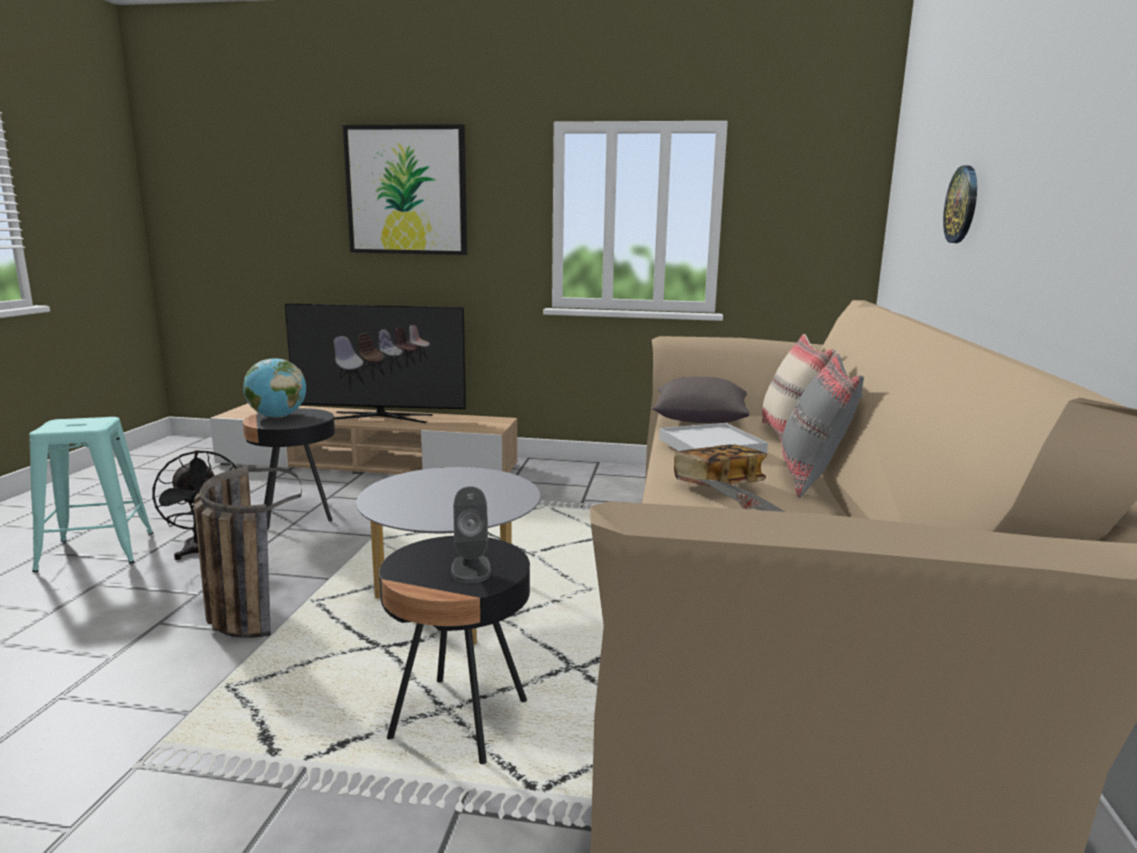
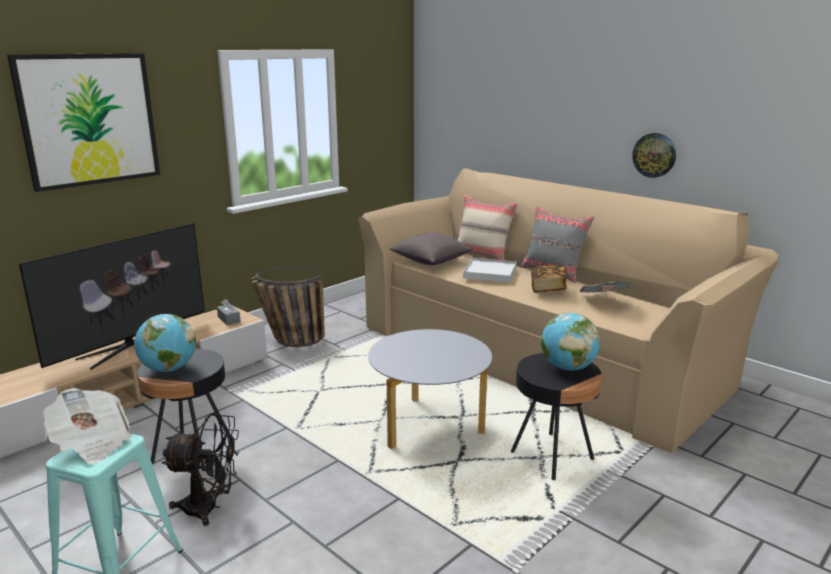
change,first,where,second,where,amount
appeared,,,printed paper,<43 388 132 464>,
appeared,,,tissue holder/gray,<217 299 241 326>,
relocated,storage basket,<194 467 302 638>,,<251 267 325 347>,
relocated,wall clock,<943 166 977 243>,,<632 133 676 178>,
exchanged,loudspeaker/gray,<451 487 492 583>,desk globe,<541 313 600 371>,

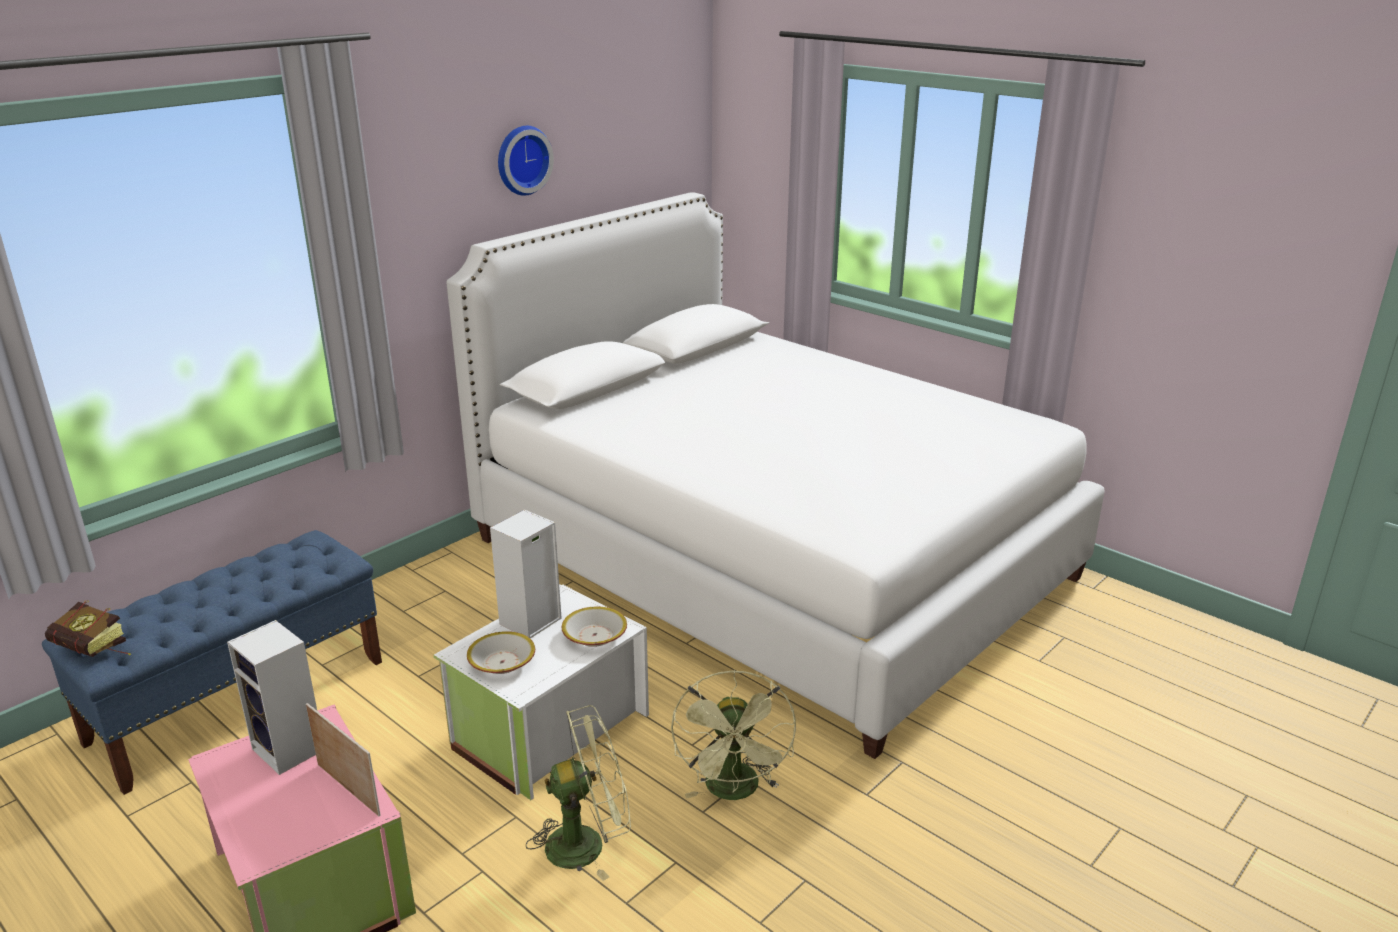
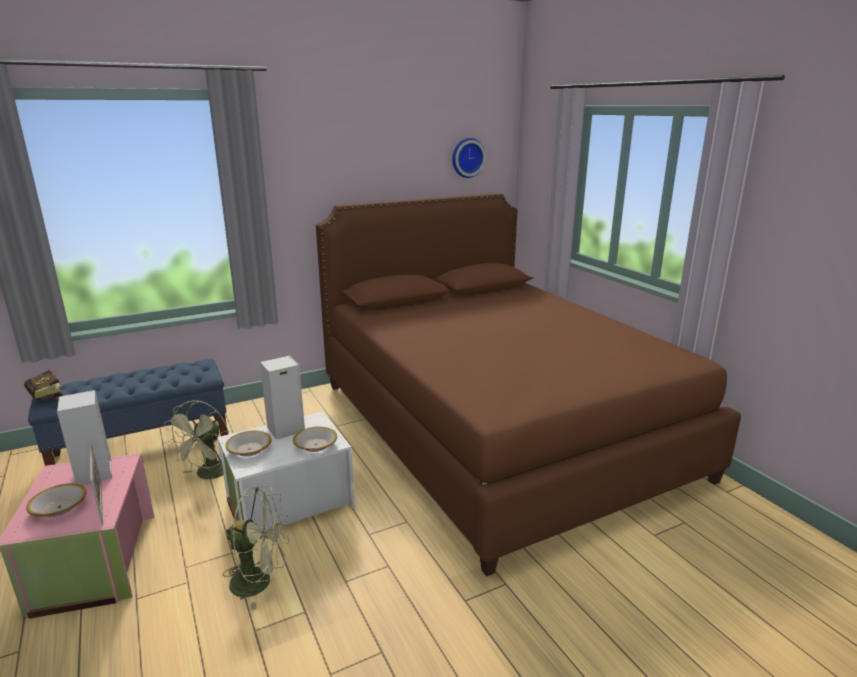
change,first,where,second,where,amount
appeared,,,serving bowl,<26 483 86 517>,
relocated,wall clock,<498 126 554 196>,,<452 138 486 178>,
relocated,cooling fan/green-coloured,<671 670 796 800>,,<164 401 229 479>,
colour,sleeping bed/white,<447 192 1105 759>,sleeping bed/brownish,<316 193 741 576>,

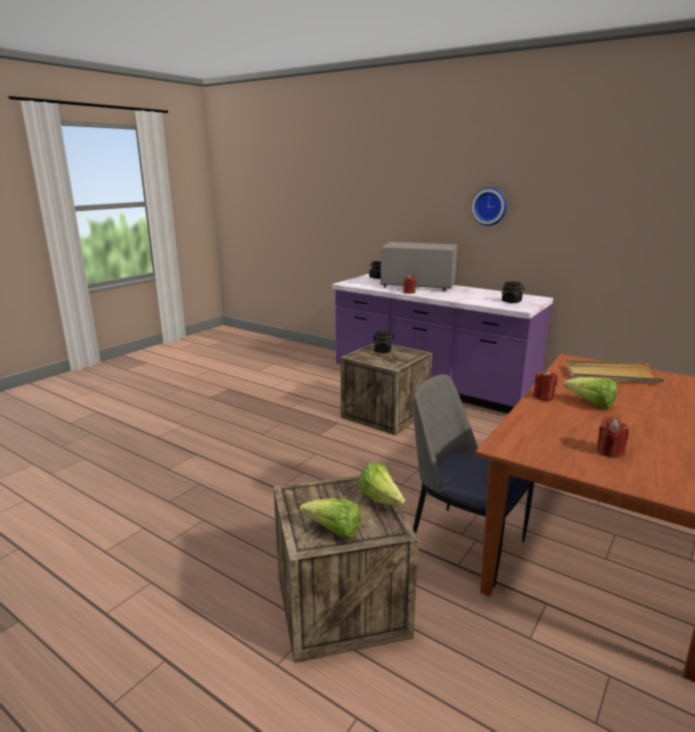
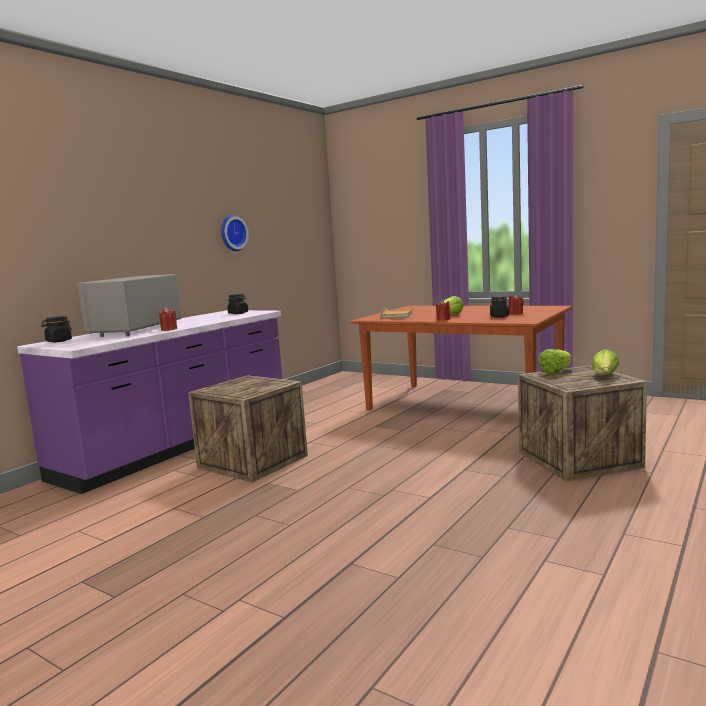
change,first,where,second,where,amount
missing,upright chair,<412 374 534 588>,,,
relocated,jar/black-coloured,<372 331 394 353>,,<490 296 509 318>,
relocated,wall clock,<471 187 507 226>,,<221 215 249 251>,

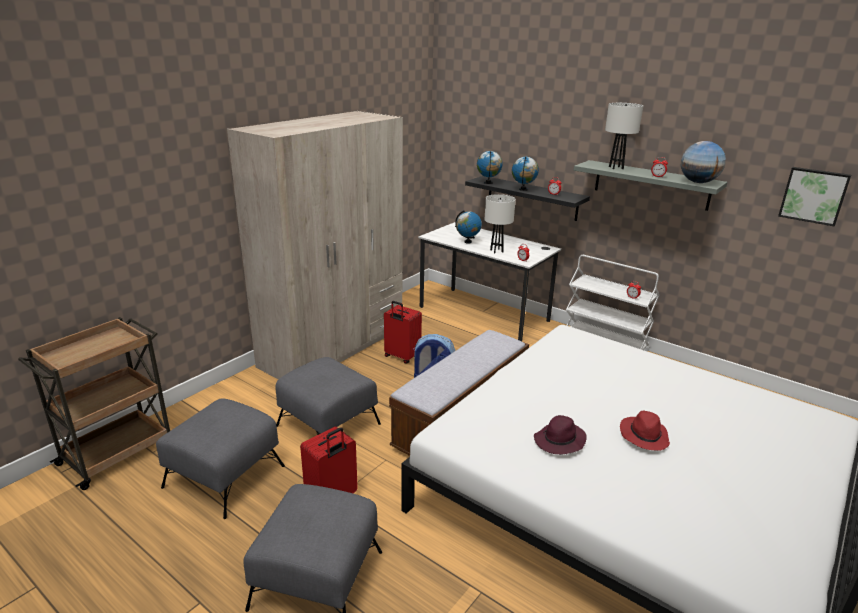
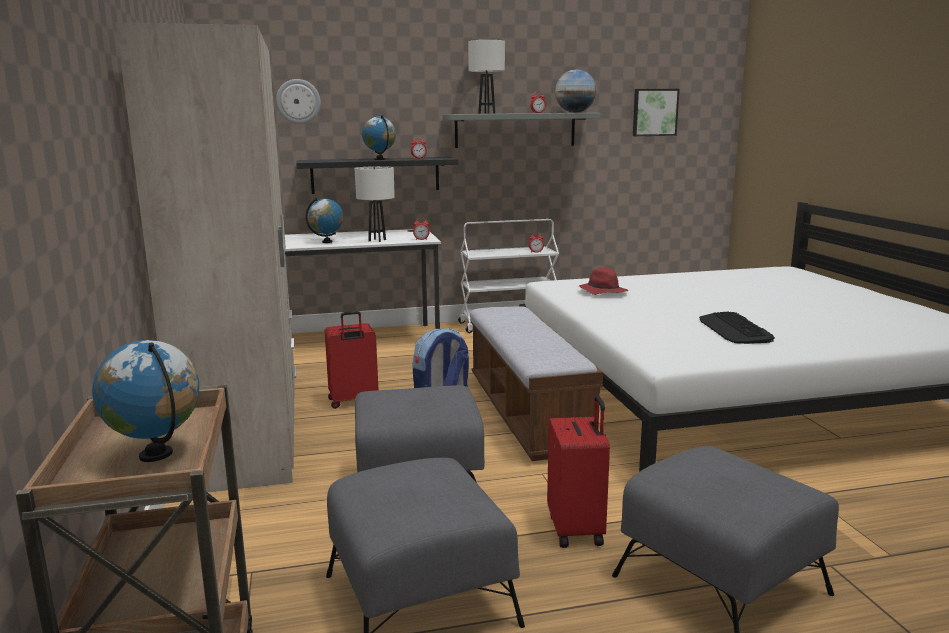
change,first,where,second,where,amount
appeared,,,wall clock,<276 79 321 124>,
relocated,desk globe,<477 151 503 184>,,<92 340 199 462>,
relocated,hat/reddish,<620 411 670 451>,,<579 267 628 295>,
exchanged,hat/purple,<534 415 587 454>,keyboard,<699 311 775 344>,

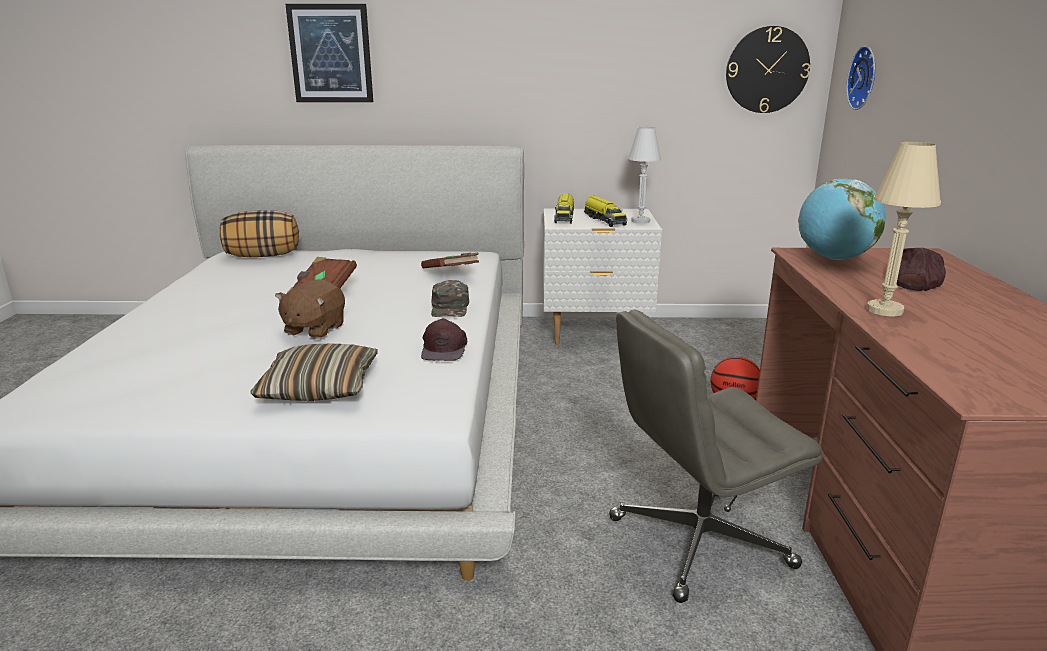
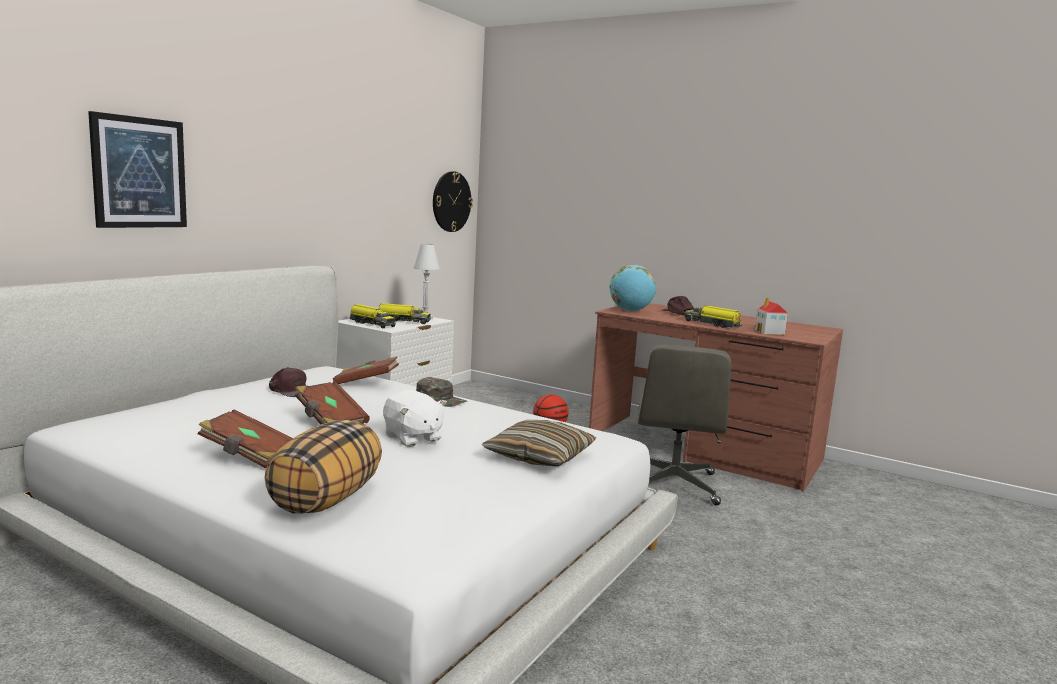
change,first,where,second,where,amount
missing,wall clock,<846 46 875 110>,,,
appeared,,,volume/brownish,<198 410 293 468>,
appeared,,,toy house,<755 297 788 335>,
relocated,cushion,<220 210 299 257>,,<264 420 382 514>,
relocated,peaked cap/brownish,<421 318 467 361>,,<269 367 307 397>,
exchanged,tabletop lamp/sand-coloured,<867 142 941 317>,model truck,<685 306 742 328>,
colour,soft toy/brownish,<275 279 345 339>,soft toy/white,<383 390 447 447>,

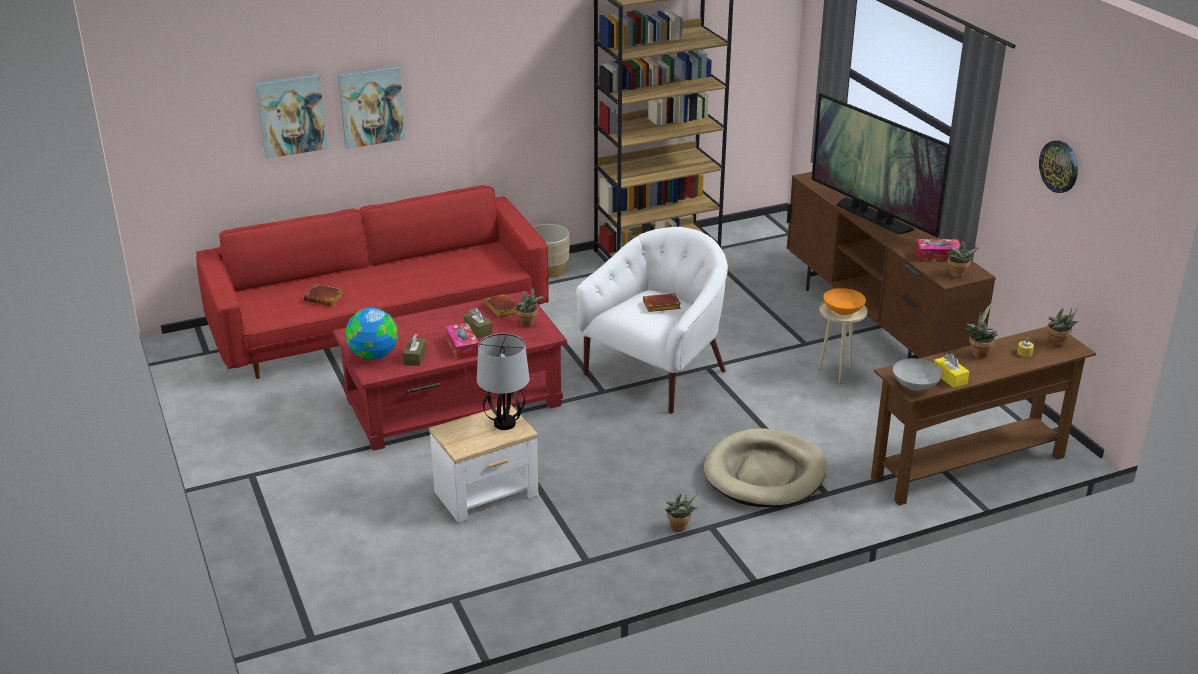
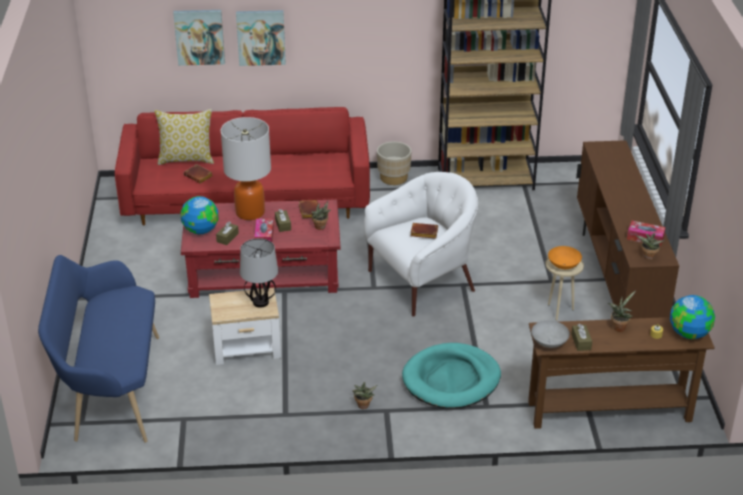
change,first,where,second,where,amount
missing,TV,<812 93 952 237>,,,
missing,wall clock,<1039 140 1078 193>,,,
appeared,,,indoor bench/bluish,<38 255 159 443>,
appeared,,,cushion,<154 109 214 165>,
appeared,,,tabletop lamp,<221 117 271 220>,
exchanged,plant in a pot,<1047 308 1079 347>,desk globe,<670 295 715 339>,
colour,dog bed/sand-coloured,<704 428 827 507>,dog bed/turquoise,<402 343 501 408>,
colour,tissue holder/yellow-coloured,<934 353 970 388>,tissue holder/brownish,<571 324 592 351>,

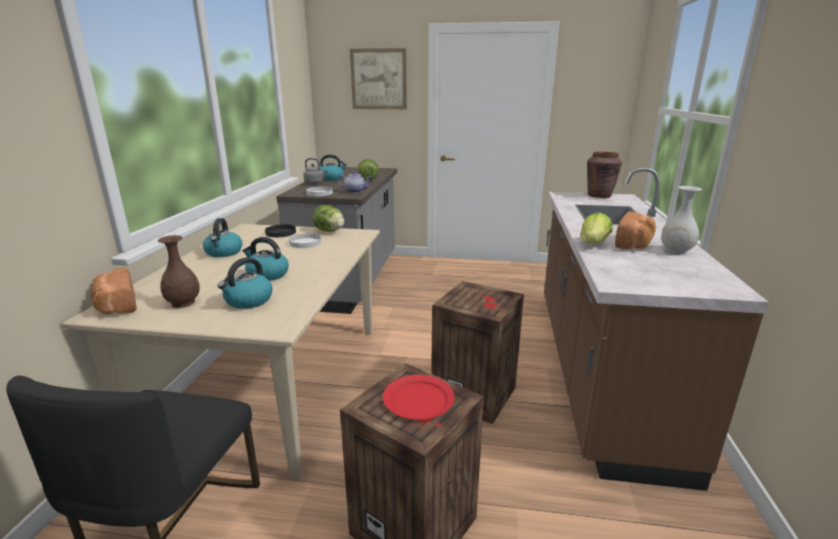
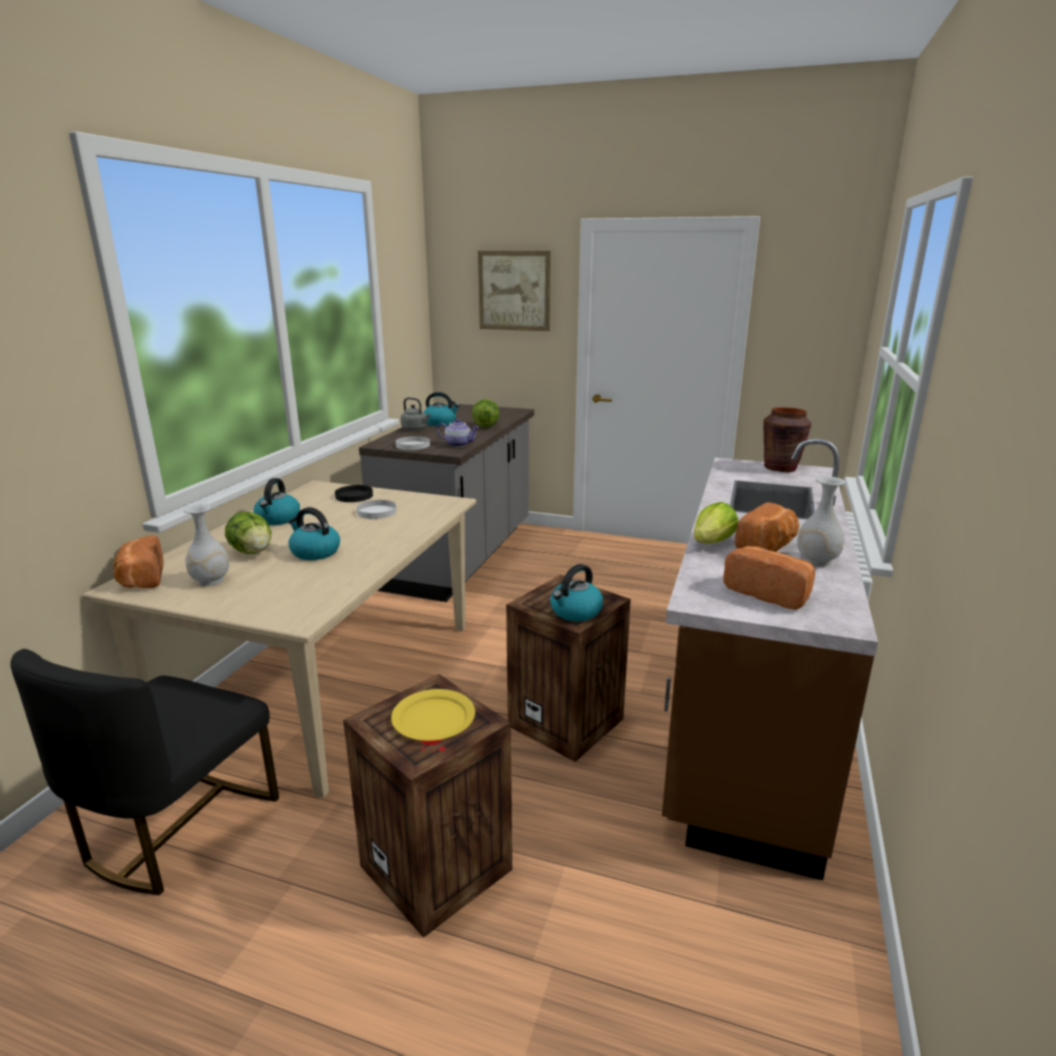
change,first,where,second,where,amount
appeared,,,bakery bread,<723 546 815 610>,
relocated,kettle,<218 257 273 309>,,<550 564 603 621>,
relocated,lettuce,<312 205 344 232>,,<225 512 271 554>,
colour,vase/brownish,<158 235 200 308>,vase/white,<184 504 229 586>,
colour,flat dish/reddish,<383 375 455 420>,flat dish/yellow-coloured,<391 689 475 741>,

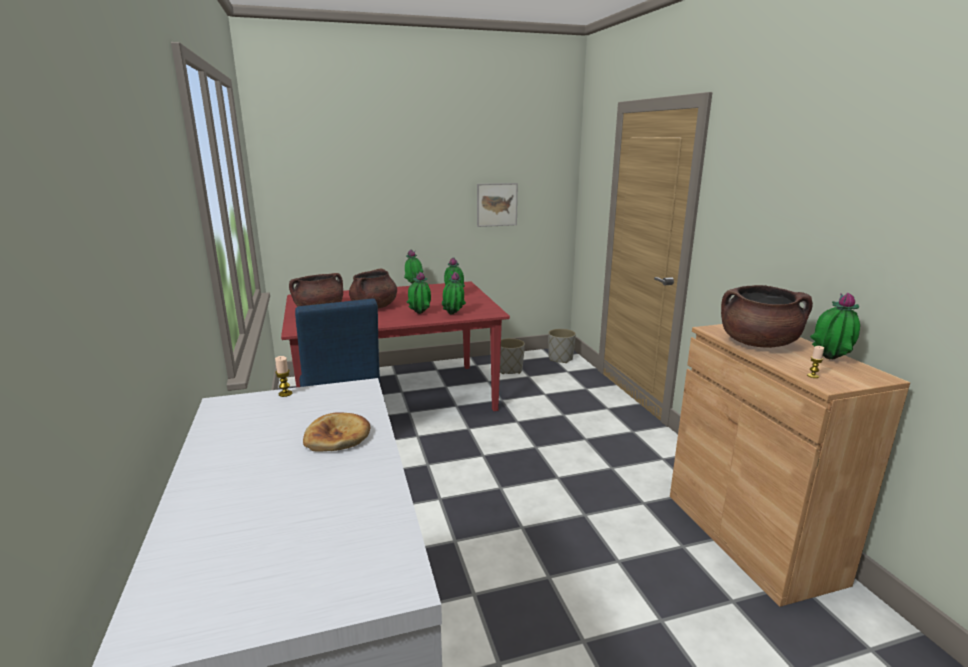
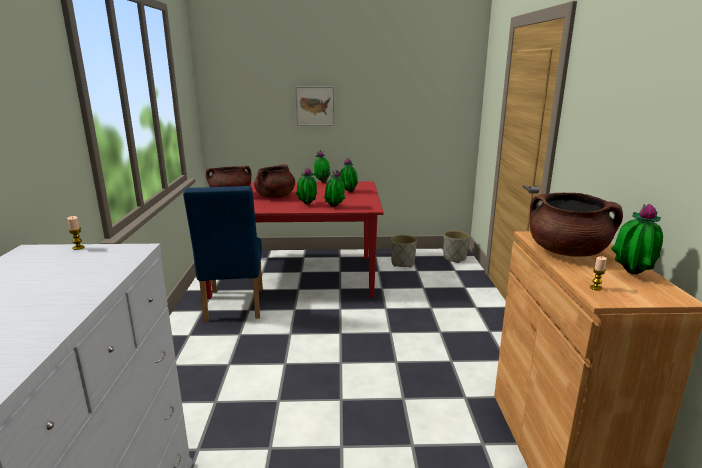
change,first,where,second,where,amount
missing,bakery bread,<303 412 370 452>,,,
relocated,wall picture,<477 183 518 227>,,<295 87 334 126>,

